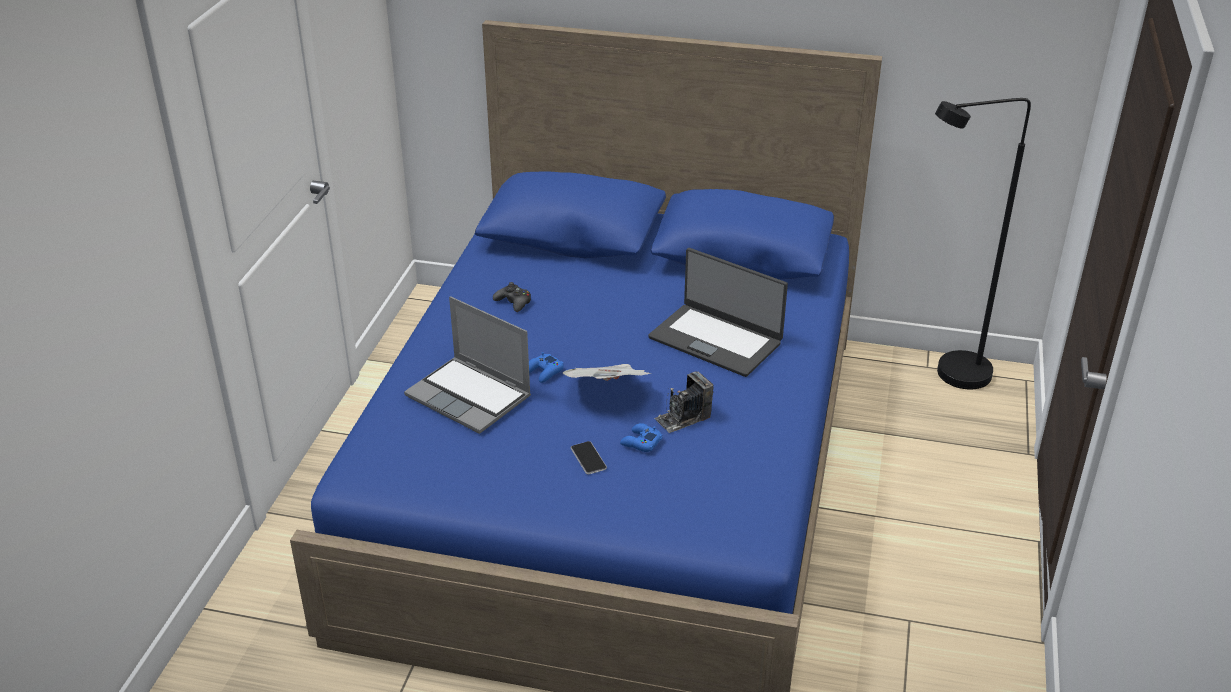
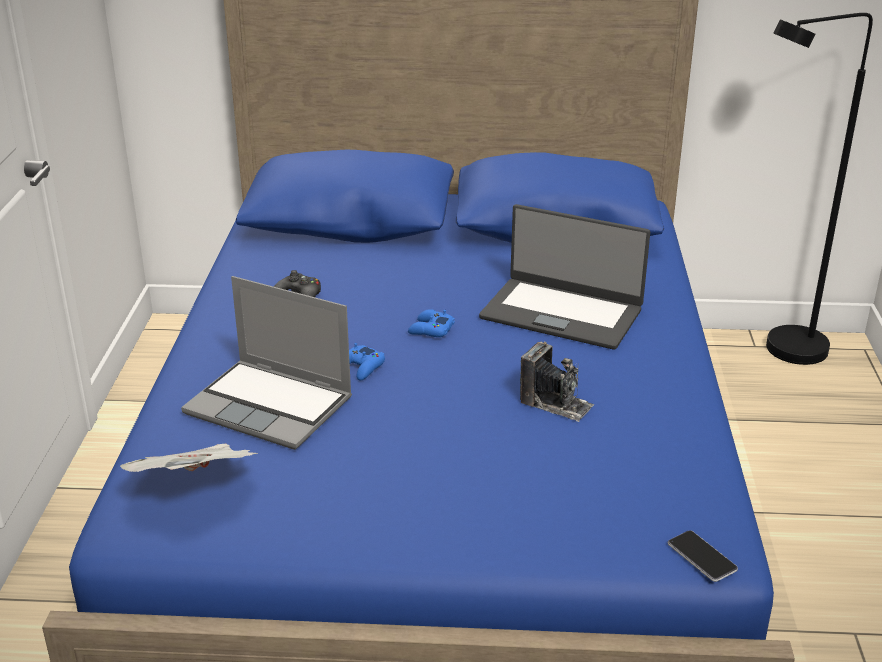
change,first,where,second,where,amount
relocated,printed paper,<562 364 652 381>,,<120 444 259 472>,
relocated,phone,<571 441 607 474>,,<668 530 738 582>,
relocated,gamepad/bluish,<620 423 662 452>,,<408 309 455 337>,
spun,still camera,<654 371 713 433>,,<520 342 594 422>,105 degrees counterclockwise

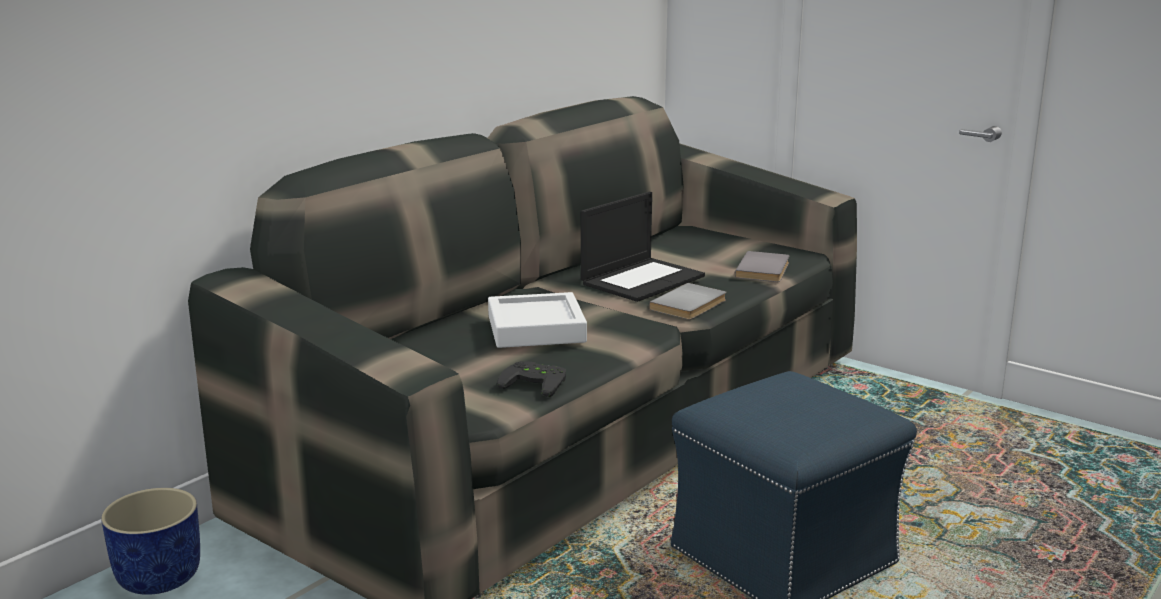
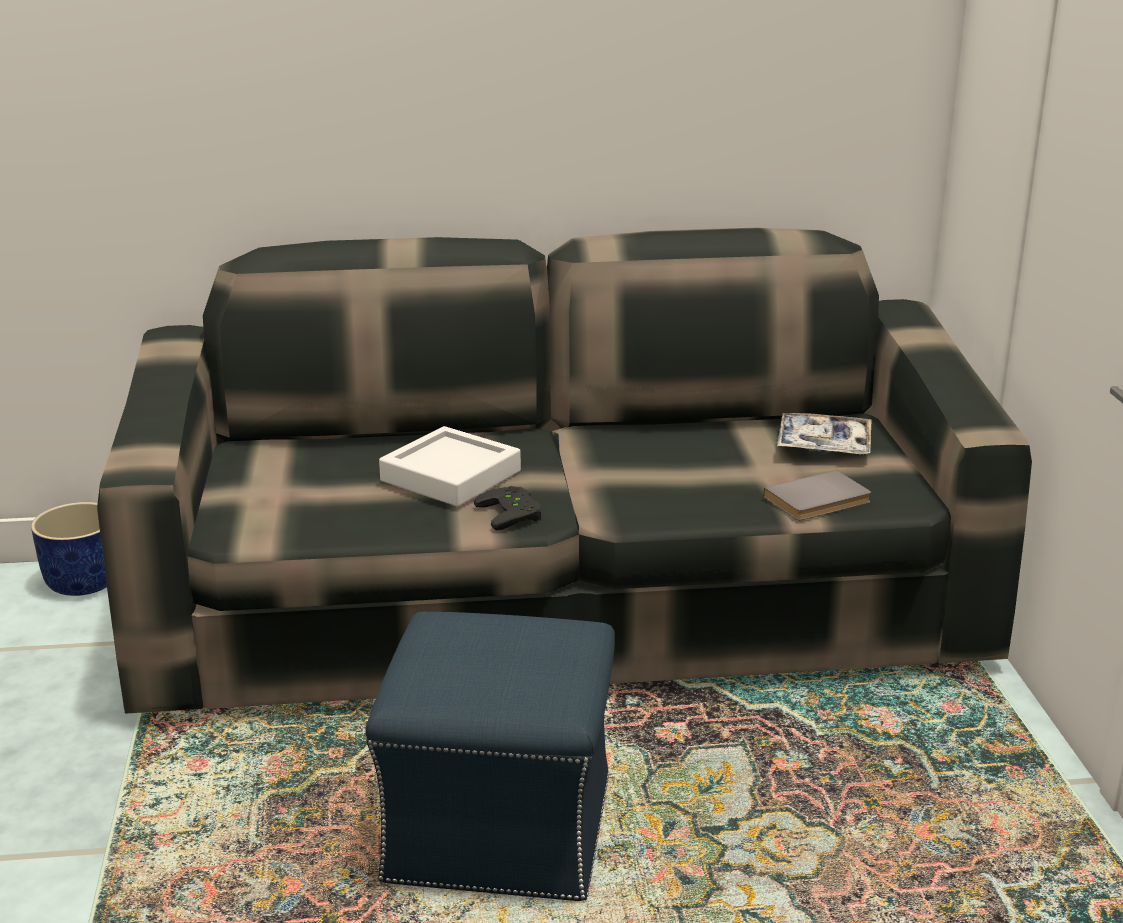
change,first,where,second,where,amount
missing,portable computer,<581 192 705 302>,,,
missing,volume/gray,<649 283 726 320>,,,
appeared,,,tray,<777 413 872 454>,
relocated,gamepad/black-coloured,<497 361 566 397>,,<474 486 541 530>,

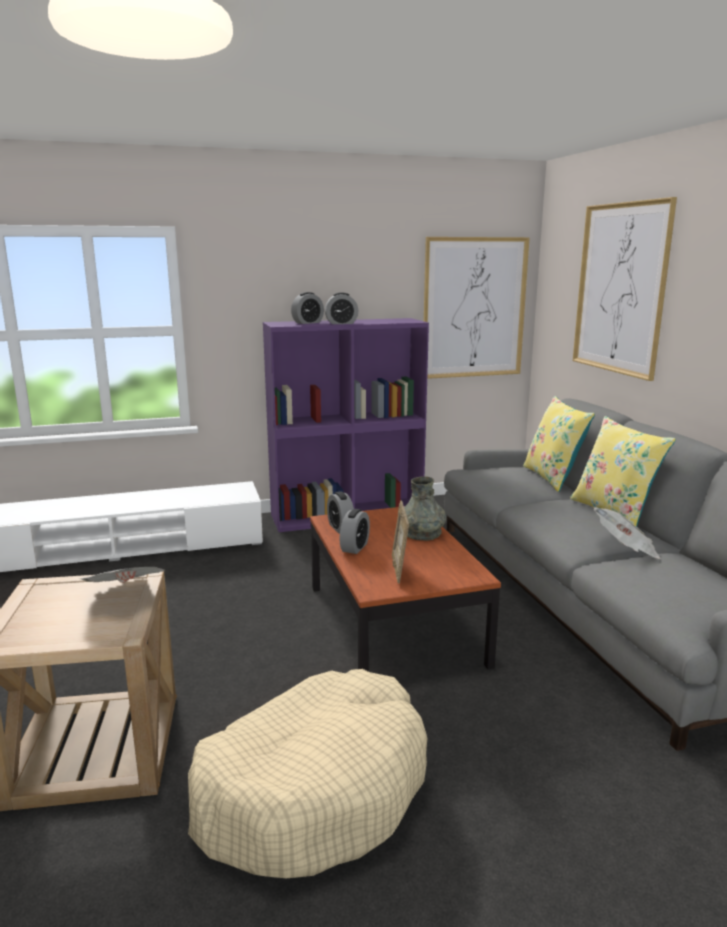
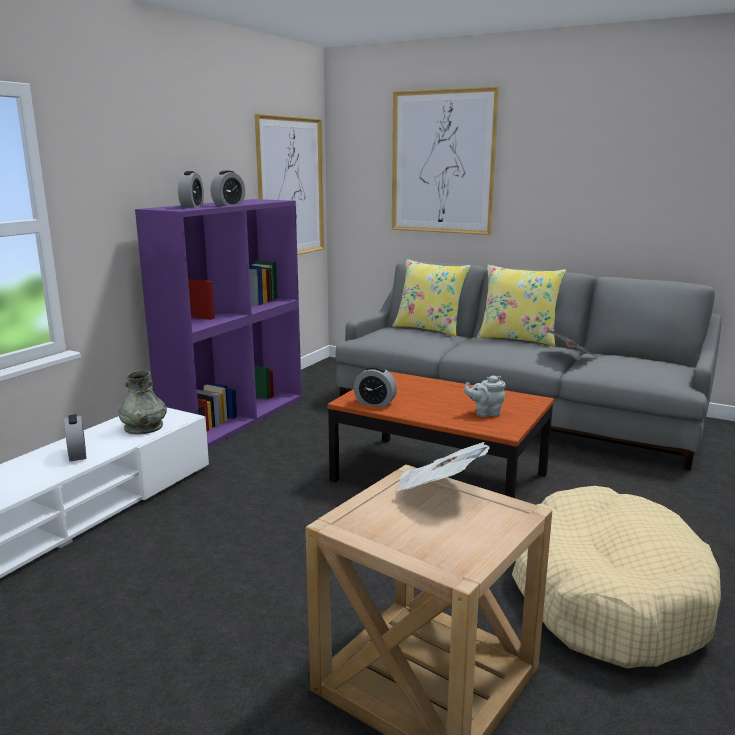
change,first,where,second,where,amount
relocated,table clock,<340 509 370 554>,,<64 414 87 461>,
relocated,vase/gray,<404 477 446 541>,,<118 371 167 434>,
exchanged,standing frame,<392 500 409 583>,tea pot/gray,<464 375 506 417>,

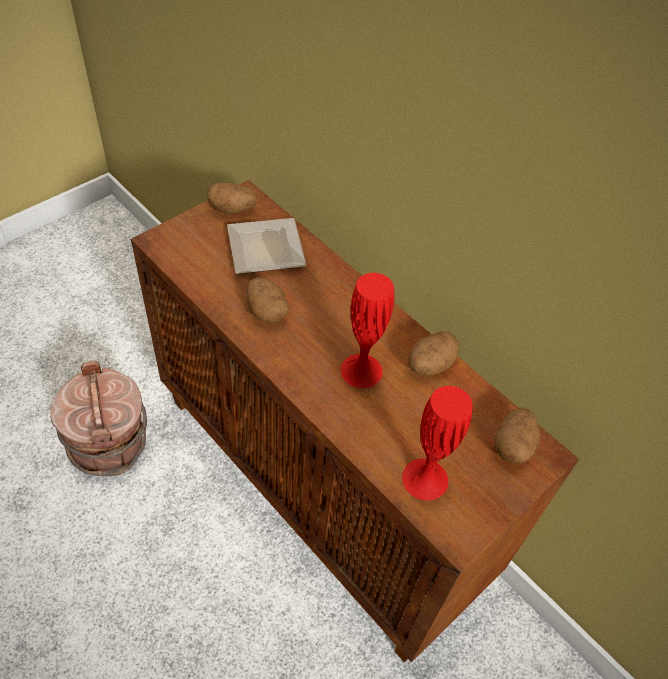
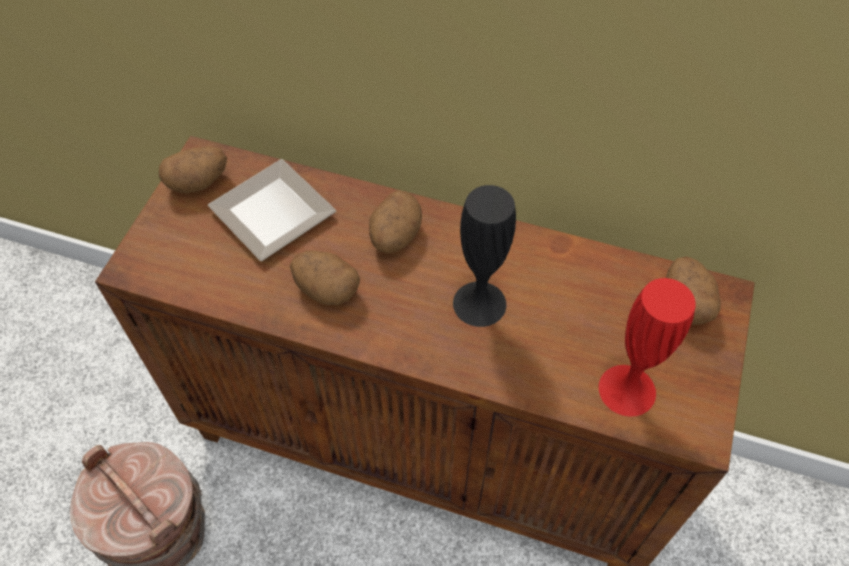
change,first,where,second,where,amount
relocated,whole potato,<408 332 459 376>,,<369 190 422 253>,
colour,vase/reddish,<341 273 394 388>,vase/black-coloured,<453 185 516 327>,

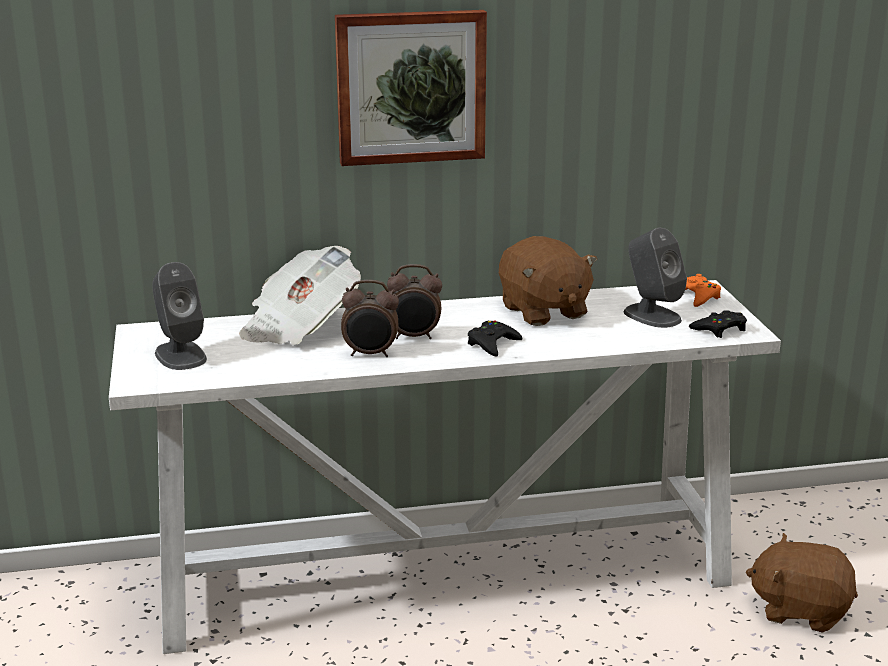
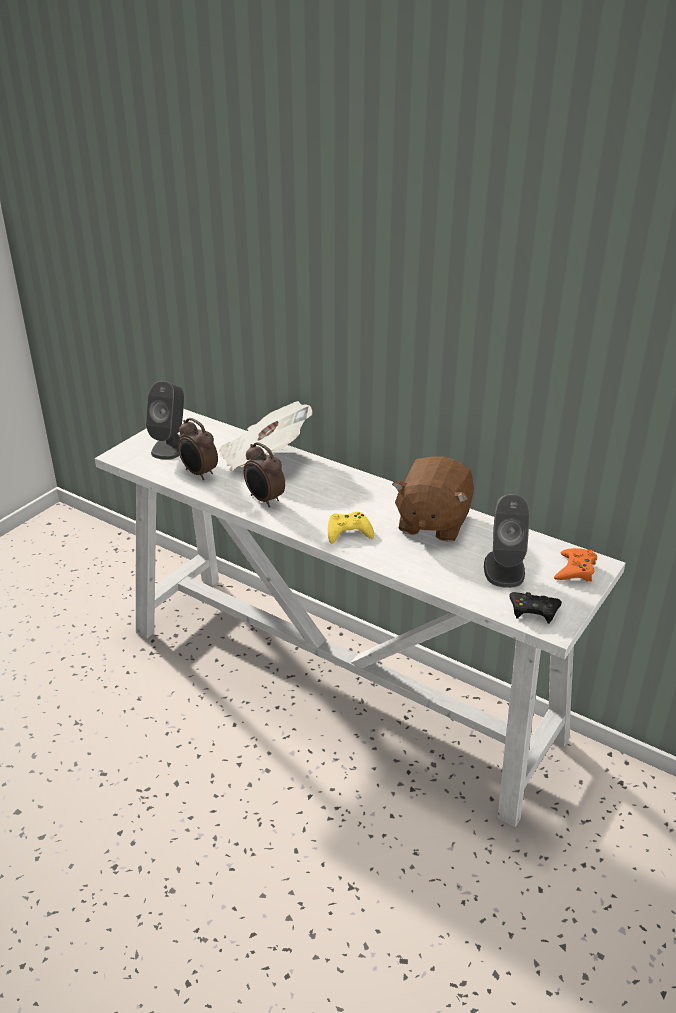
change,first,where,second,where,amount
missing,wall picture,<335 10 487 166>,,,
missing,soft toy/brownish,<746 533 858 633>,,,
relocated,table clock,<387 264 442 339>,,<178 418 218 480>,
colour,gamepad/black-coloured,<468 320 523 357>,gamepad/yellow-coloured,<328 512 374 544>,

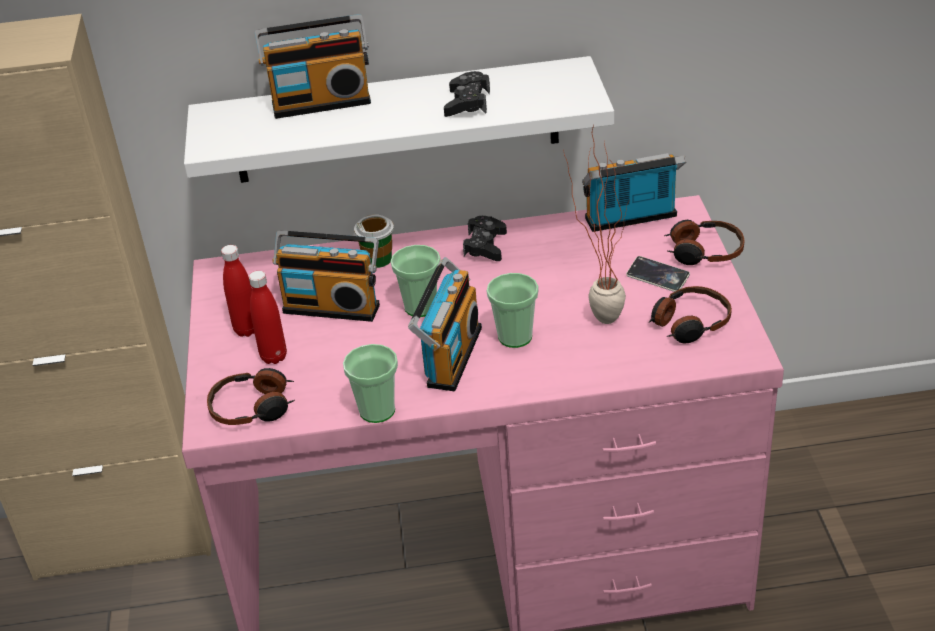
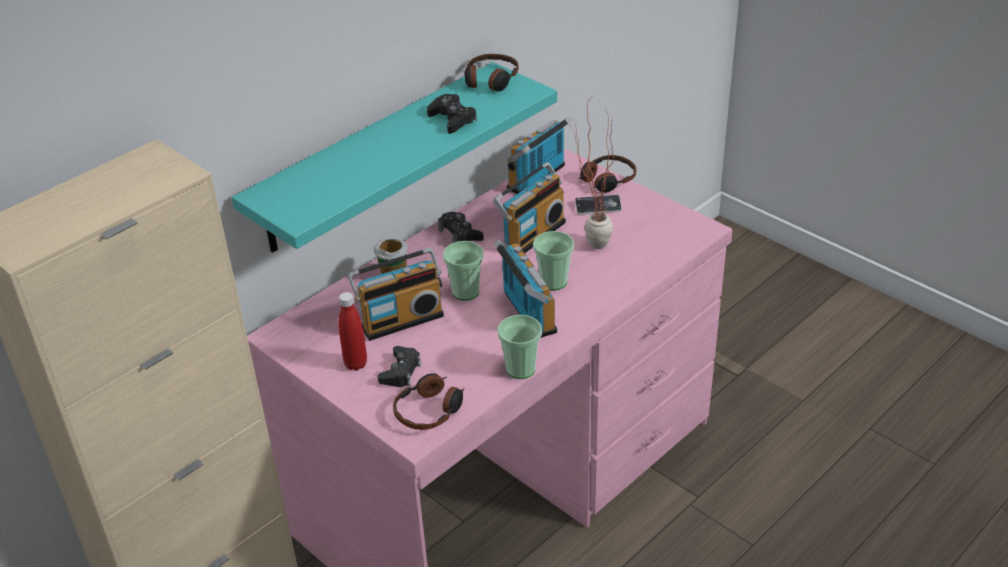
change,first,where,second,where,amount
relocated,radio receiver,<255 14 371 119>,,<493 162 566 253>,
relocated,pair of headphones,<649 286 732 343>,,<465 54 518 91>,
exchanged,bottle/reddish,<249 271 287 364>,gamepad/black-coloured,<378 346 422 387>,
colour,wall shelf/white,<184 56 614 183>,wall shelf/turquoise,<232 62 557 253>,

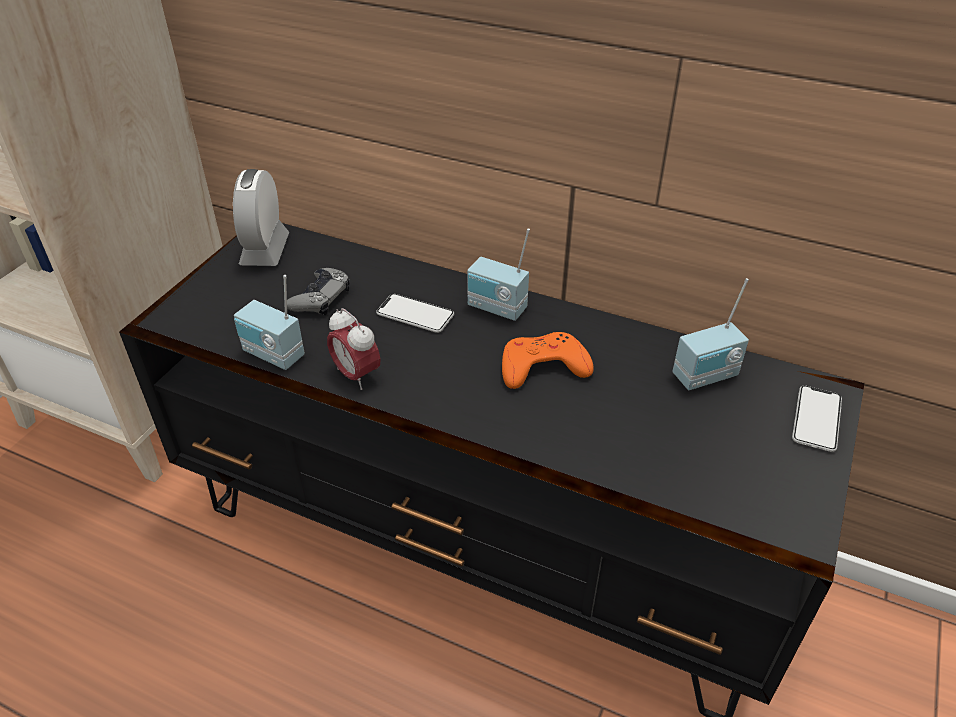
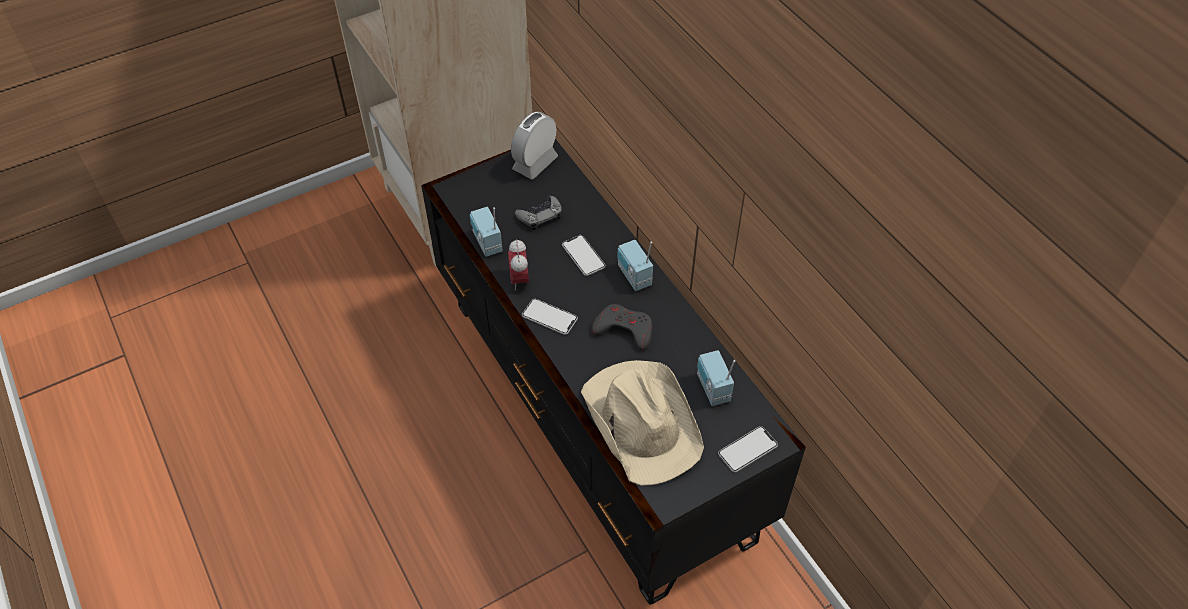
change,first,where,second,where,amount
appeared,,,phone,<522 299 578 335>,
appeared,,,hat/sand-coloured,<581 360 704 486>,
colour,gamepad/orangey,<502 332 594 389>,gamepad/gray,<591 304 652 351>,
spun,radio receiver,<673 278 749 390>,,<697 350 735 406>,60 degrees clockwise

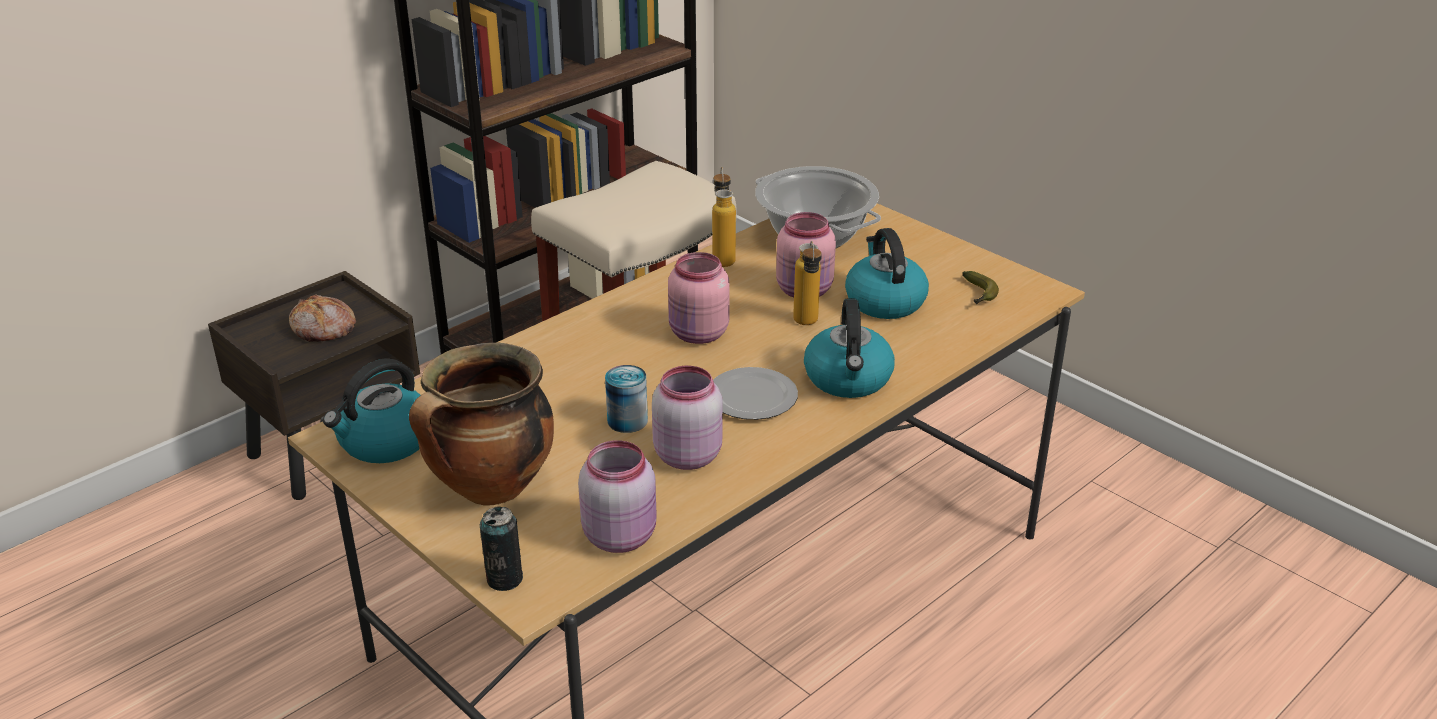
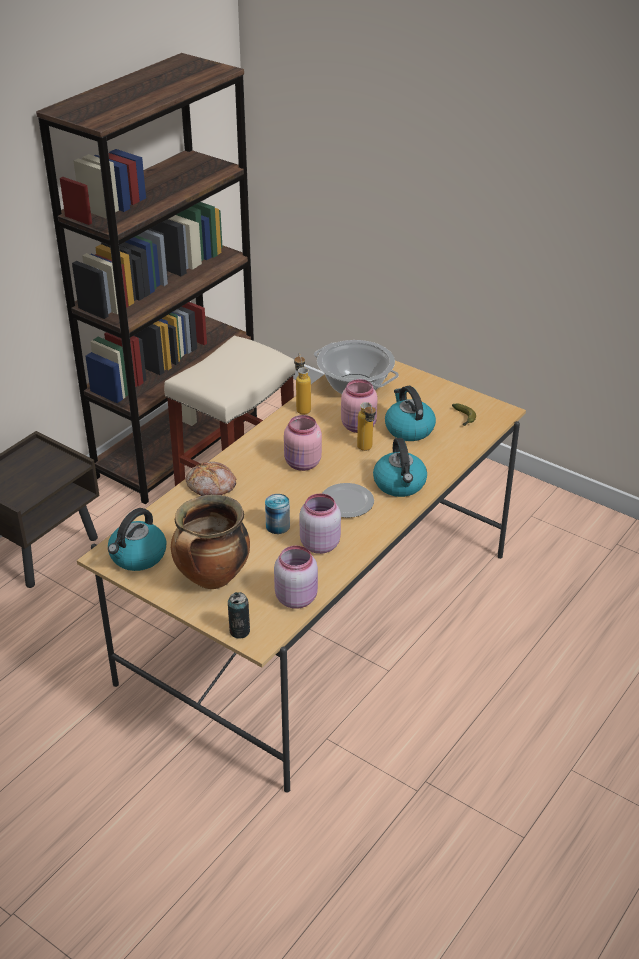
change,first,where,second,where,amount
relocated,bakery bread,<289 294 356 342>,,<186 462 237 496>,

